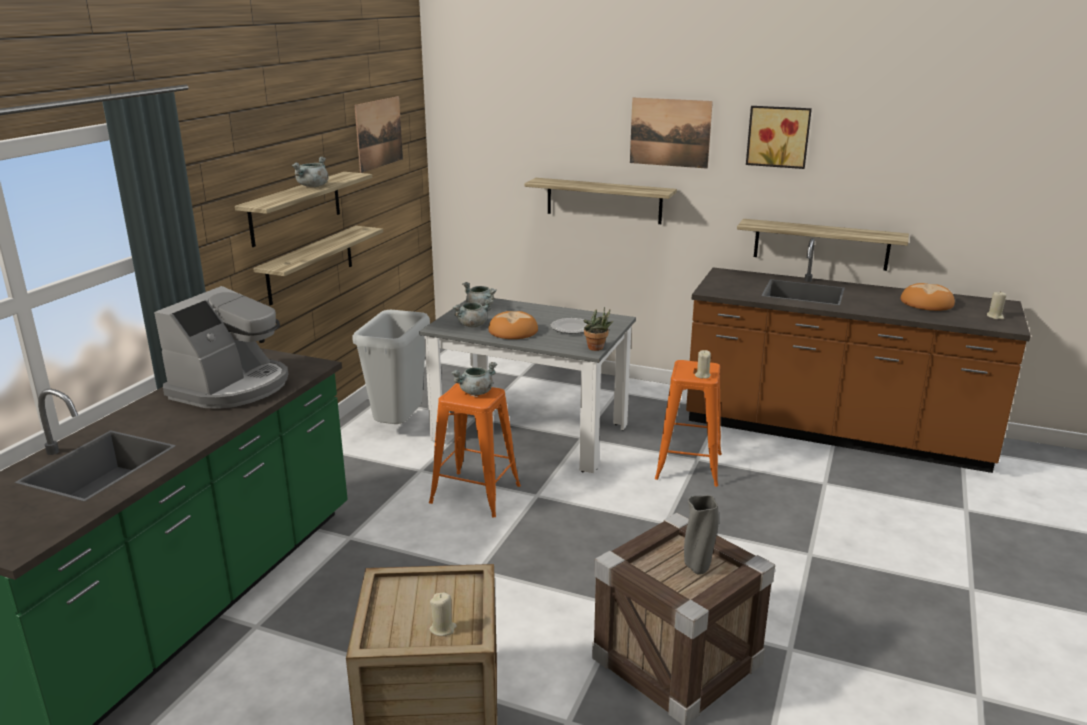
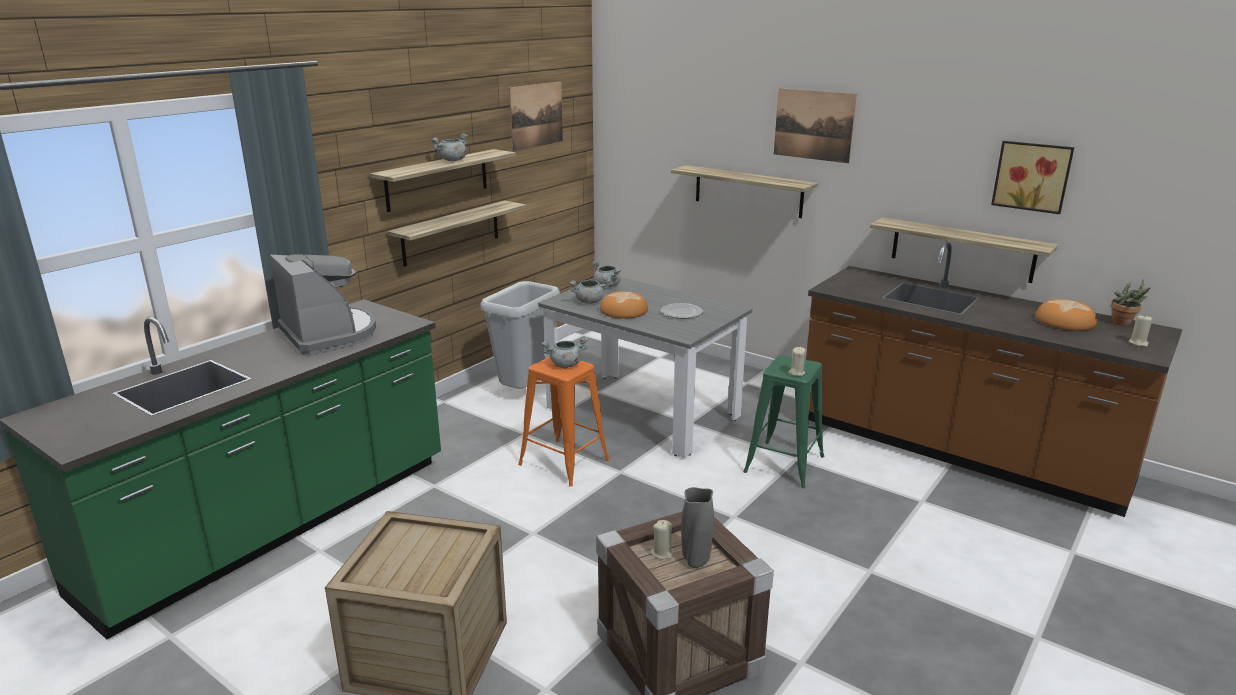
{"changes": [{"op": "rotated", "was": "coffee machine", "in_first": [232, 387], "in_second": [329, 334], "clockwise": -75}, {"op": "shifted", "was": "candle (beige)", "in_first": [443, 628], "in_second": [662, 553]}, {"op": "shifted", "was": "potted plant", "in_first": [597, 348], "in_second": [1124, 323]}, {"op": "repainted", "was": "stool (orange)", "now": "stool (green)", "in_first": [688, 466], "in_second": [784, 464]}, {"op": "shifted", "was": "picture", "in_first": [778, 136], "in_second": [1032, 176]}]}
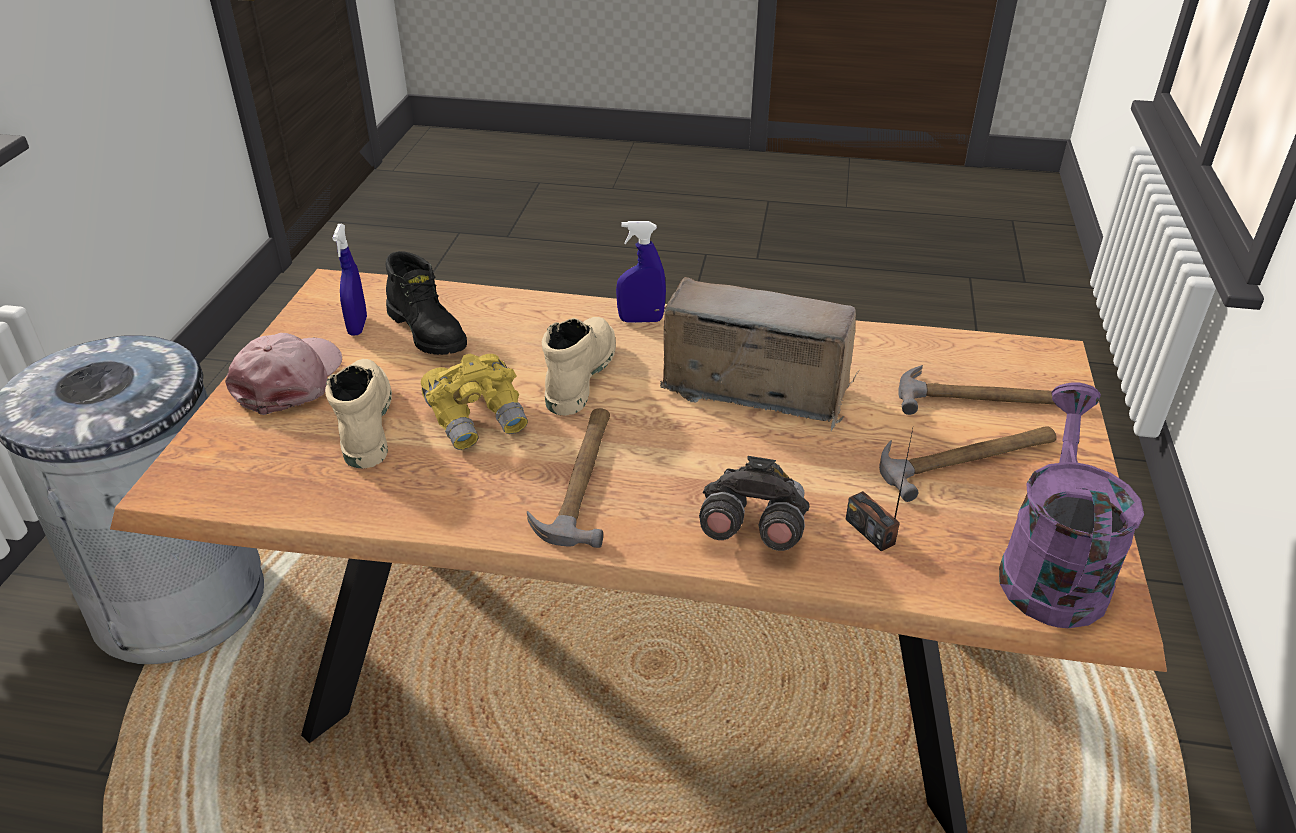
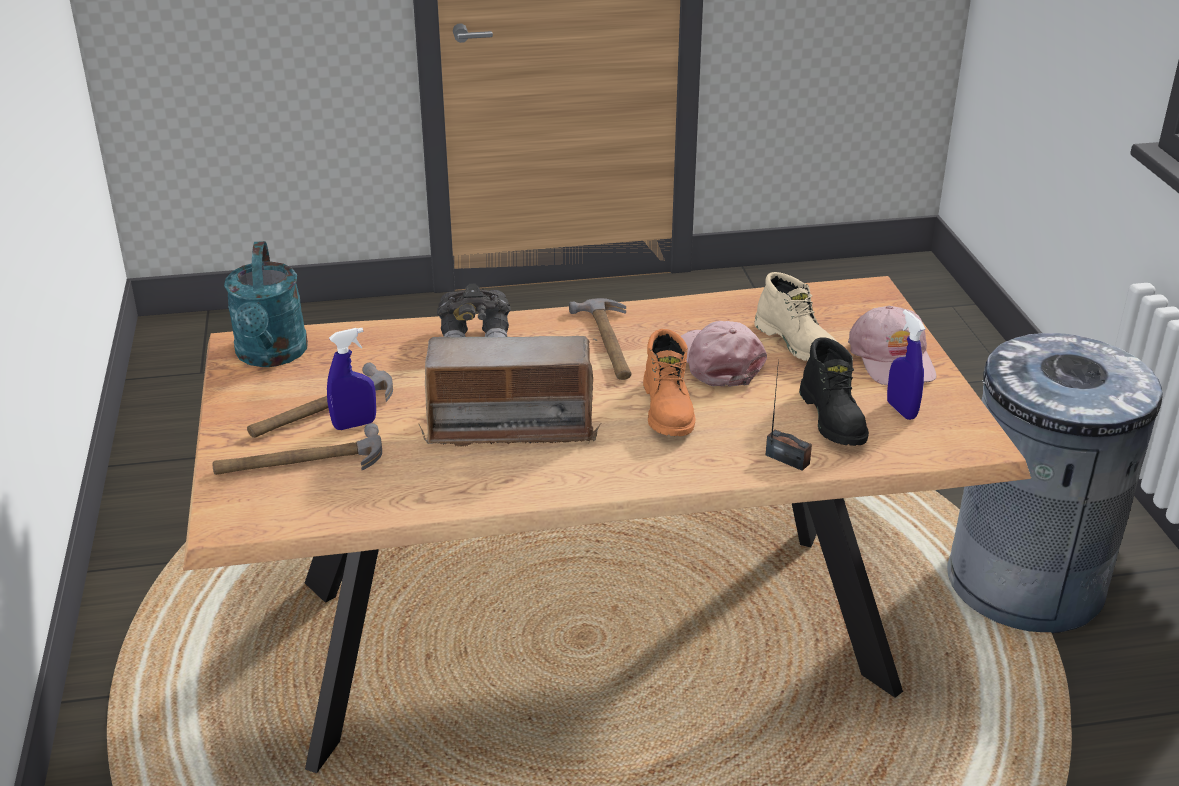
{"changes": [{"op": "rotated", "was": "boot (black)", "in_first": [429, 331], "in_second": [834, 419], "clockwise": -135}, {"op": "swapped", "was": "binoculars (yellow)", "now": "cap (pink)", "in_first": [478, 419], "in_second": [717, 362]}, {"op": "repainted", "was": "boot (beige)", "now": "boot (orange)", "in_first": [578, 374], "in_second": [669, 410]}, {"op": "shifted", "was": "spray bottle (blue)", "in_first": [641, 320], "in_second": [354, 424]}, {"op": "shifted", "was": "radio", "in_first": [870, 531], "in_second": [787, 459]}, {"op": "repainted", "was": "watering can (purple)", "now": "watering can (turquoise)", "in_first": [1050, 567], "in_second": [271, 356]}]}
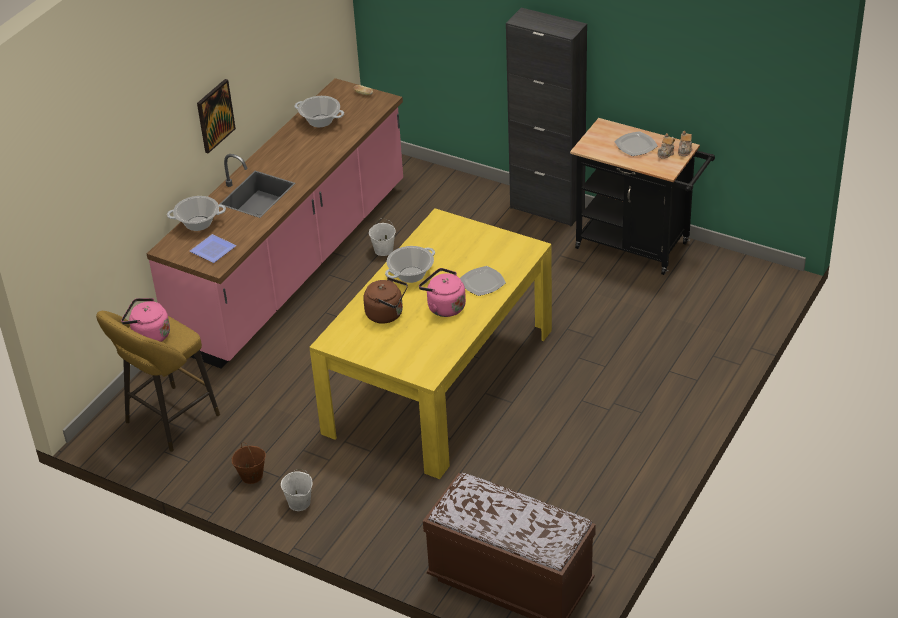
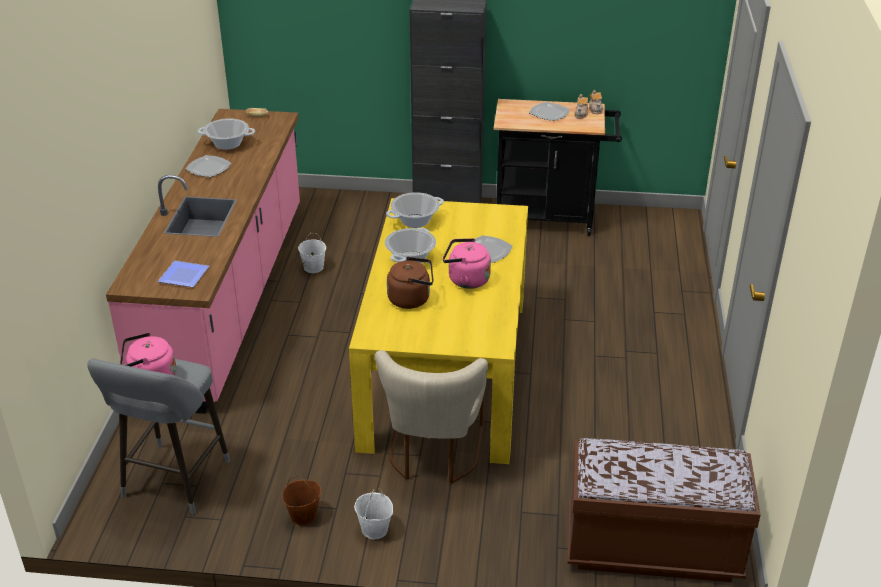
{"changes": [{"op": "repainted", "was": "stool (yellow)", "now": "stool (grey)", "in_first": [168, 421], "in_second": [173, 483]}, {"op": "shifted", "was": "cooking pot", "in_first": [198, 223], "in_second": [415, 221]}, {"op": "gone", "was": "picture", "in_first": [215, 115]}, {"op": "new", "now": "plate", "in_second": [208, 168]}, {"op": "new", "now": "chair (beige)", "in_second": [433, 455]}]}
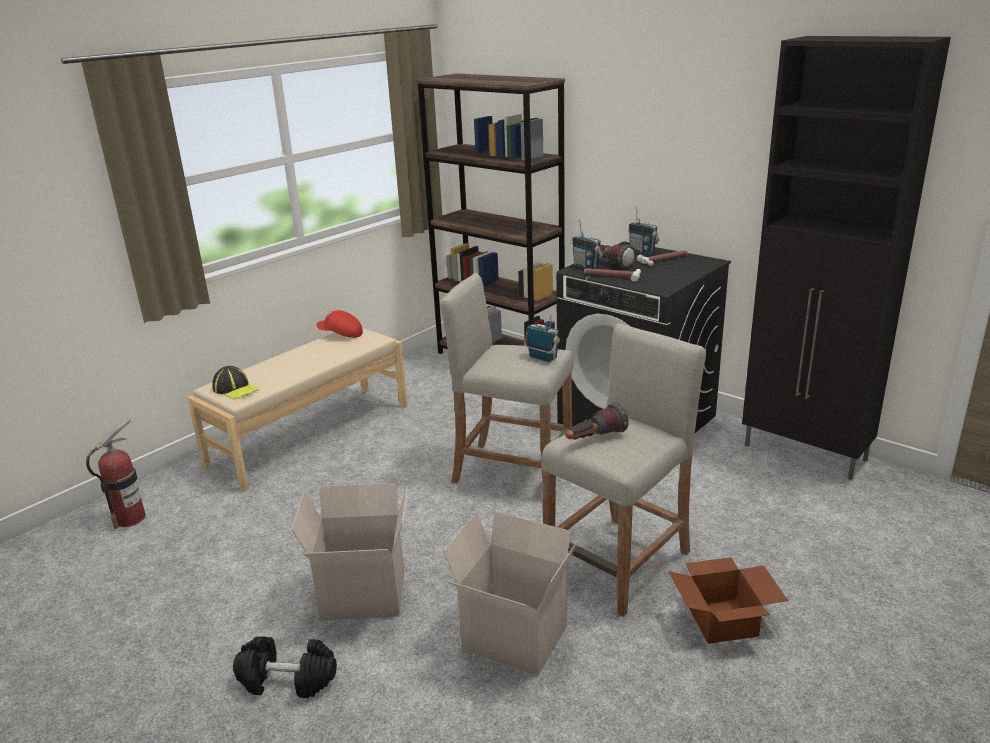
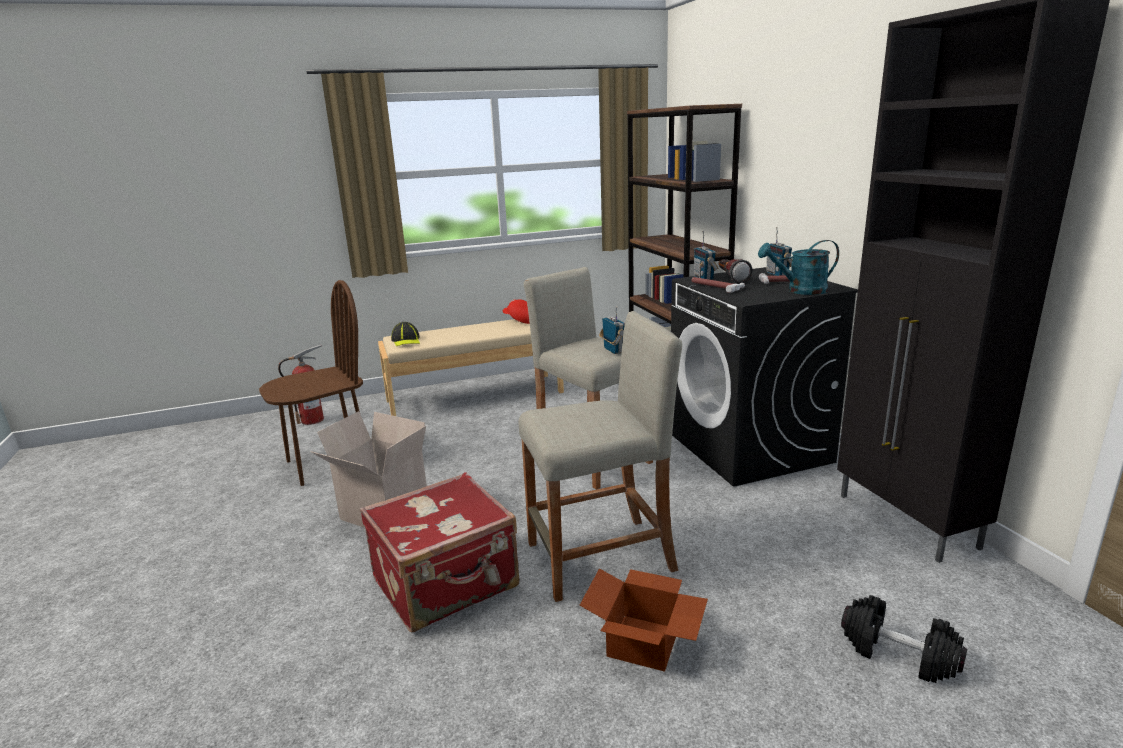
{"changes": [{"op": "shifted", "was": "dumbbell (black)", "in_first": [287, 681], "in_second": [898, 654]}, {"op": "swapped", "was": "cardboard box", "now": "suitcase (red)", "in_first": [512, 640], "in_second": [447, 584]}, {"op": "gone", "was": "flashlight", "in_first": [594, 439]}, {"op": "new", "now": "chair (brown)", "in_second": [328, 463]}, {"op": "new", "now": "watering can (turquoise)", "in_second": [800, 291]}]}
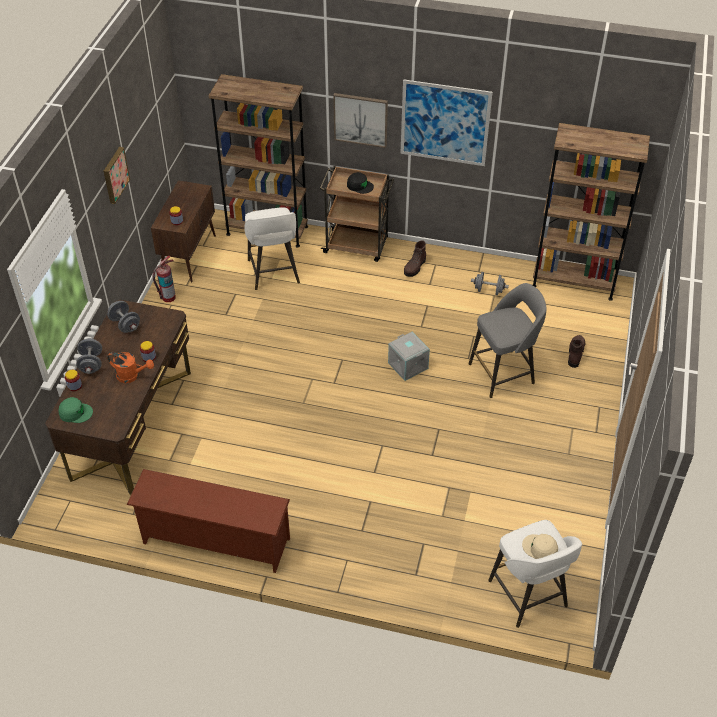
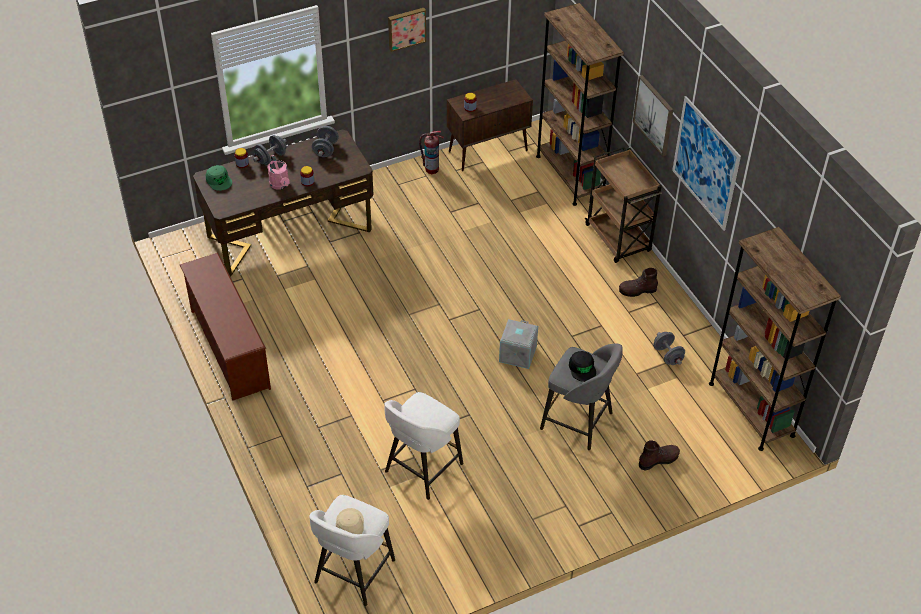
{"changes": [{"op": "repainted", "was": "watering can (orange)", "now": "watering can (pink)", "in_first": [131, 376], "in_second": [280, 185]}, {"op": "shifted", "was": "stool (white)", "in_first": [273, 273], "in_second": [422, 469]}, {"op": "shifted", "was": "cap (black)", "in_first": [360, 186], "in_second": [582, 368]}]}
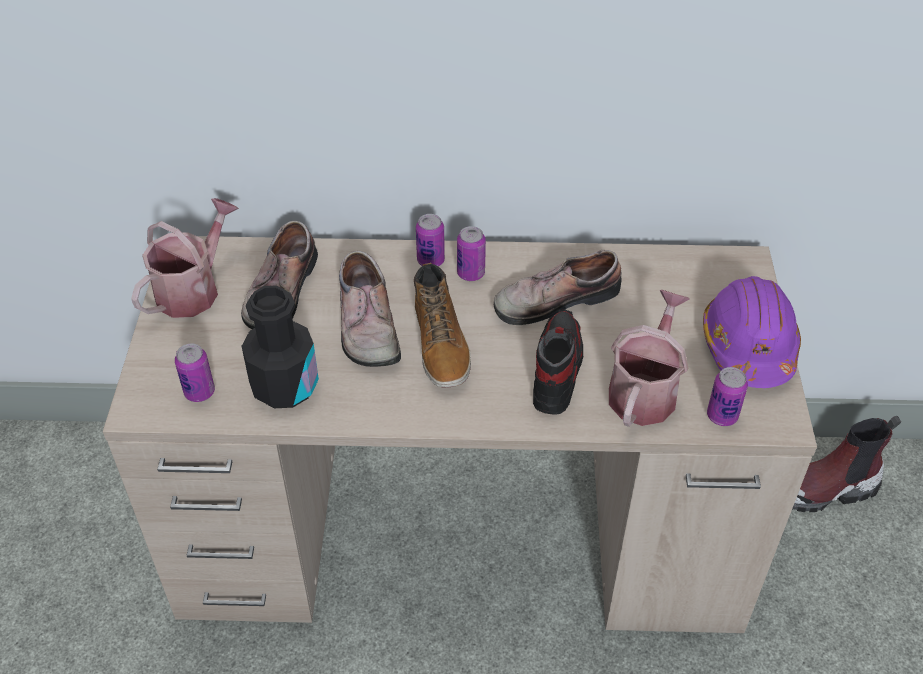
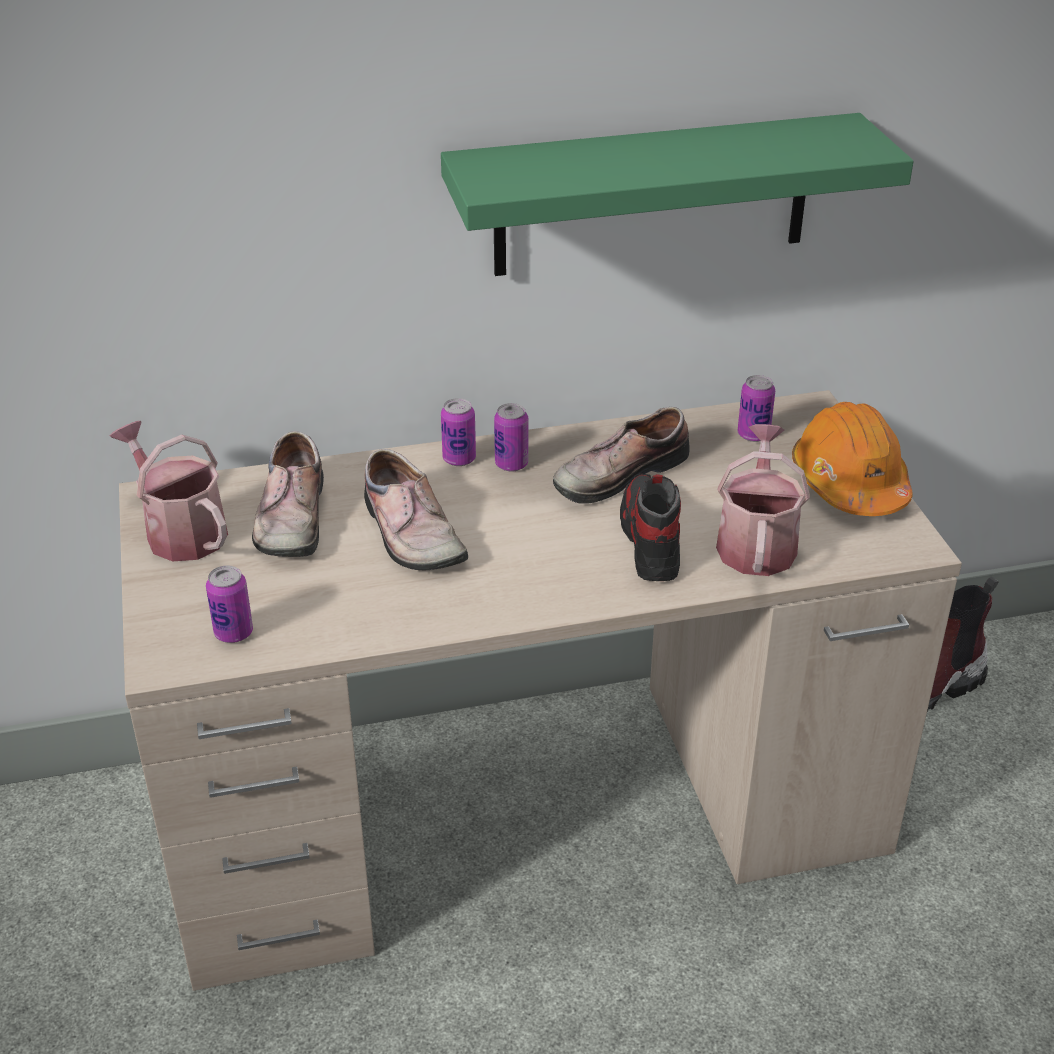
{"changes": [{"op": "rotated", "was": "watering can", "in_first": [193, 289], "in_second": [180, 531], "clockwise": -60}, {"op": "gone", "was": "bottle (black)", "in_first": [285, 386]}, {"op": "gone", "was": "boot", "in_first": [441, 345]}, {"op": "repainted", "was": "hard hat (purple)", "now": "hard hat (orange)", "in_first": [748, 346], "in_second": [849, 483]}, {"op": "shifted", "was": "can", "in_first": [722, 416], "in_second": [753, 435]}, {"op": "new", "now": "shelf (green)", "in_second": [652, 195]}]}
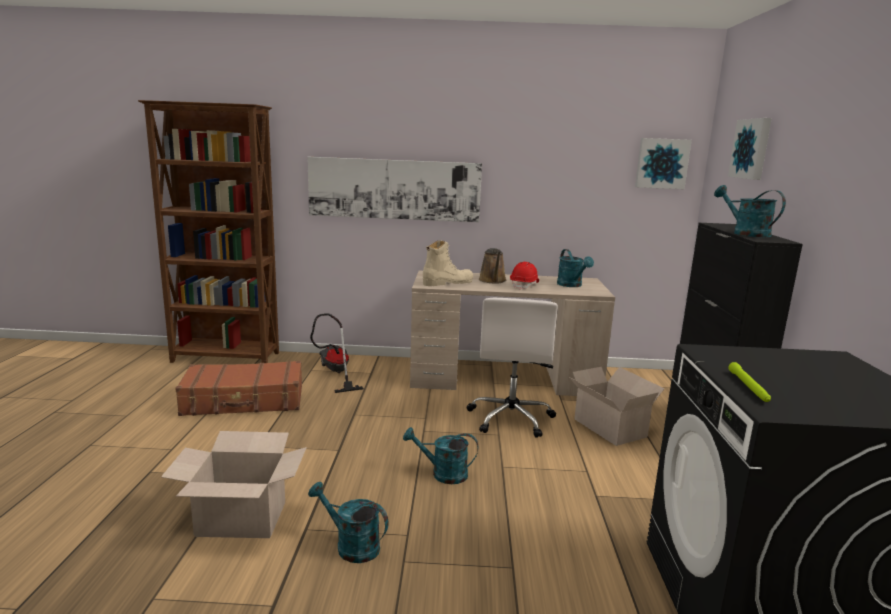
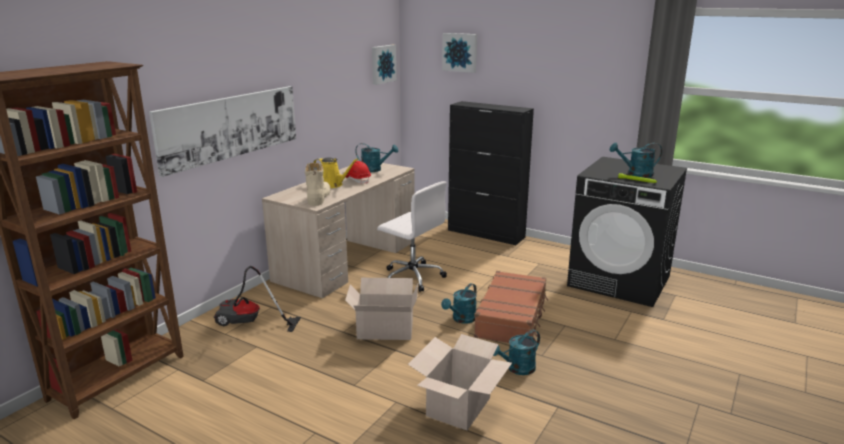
{"changes": [{"op": "shifted", "was": "suitcase (brown)", "in_first": [244, 401], "in_second": [512, 317]}, {"op": "repainted", "was": "watering can (brown)", "now": "watering can (yellow)", "in_first": [493, 281], "in_second": [332, 185]}, {"op": "shifted", "was": "cardboard box", "in_first": [608, 427], "in_second": [383, 329]}, {"op": "shifted", "was": "watering can (turquoise)", "in_first": [745, 233], "in_second": [635, 174]}]}
